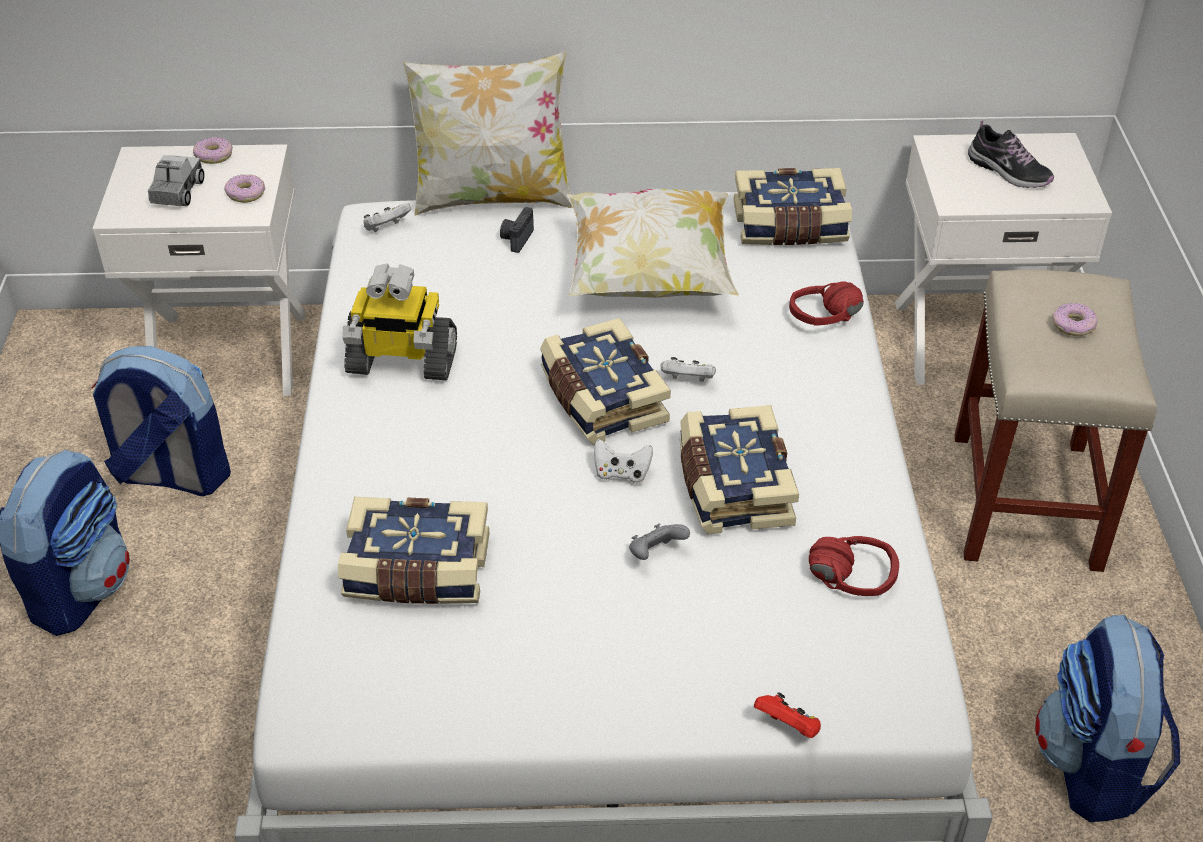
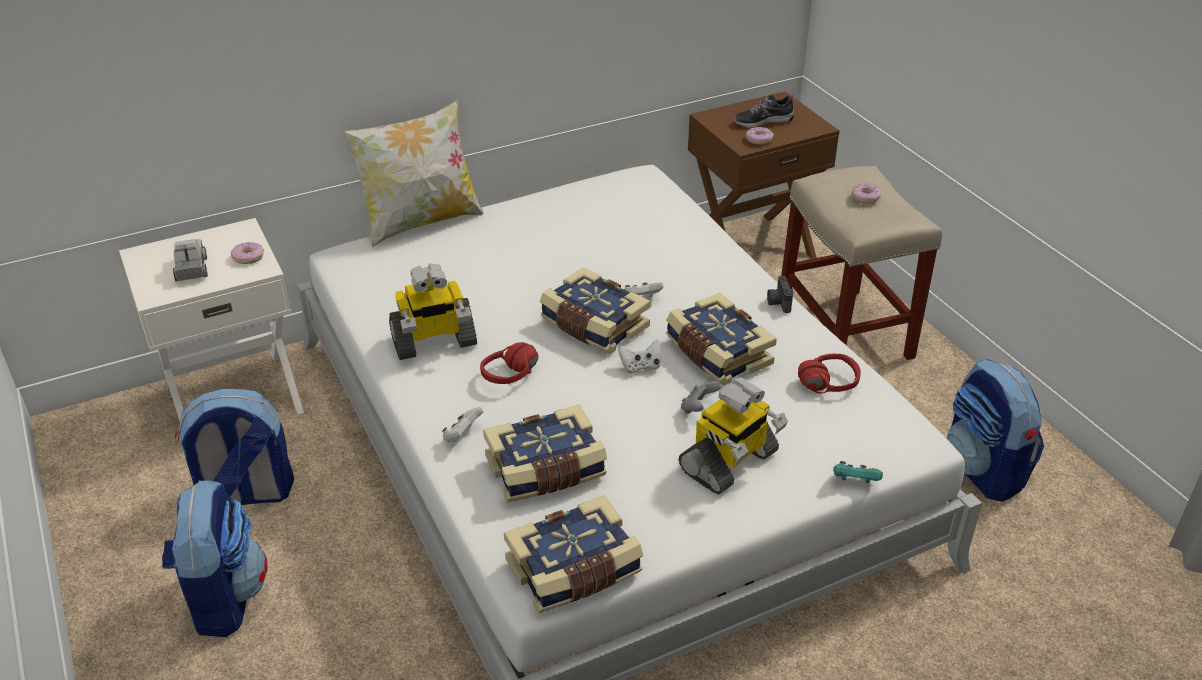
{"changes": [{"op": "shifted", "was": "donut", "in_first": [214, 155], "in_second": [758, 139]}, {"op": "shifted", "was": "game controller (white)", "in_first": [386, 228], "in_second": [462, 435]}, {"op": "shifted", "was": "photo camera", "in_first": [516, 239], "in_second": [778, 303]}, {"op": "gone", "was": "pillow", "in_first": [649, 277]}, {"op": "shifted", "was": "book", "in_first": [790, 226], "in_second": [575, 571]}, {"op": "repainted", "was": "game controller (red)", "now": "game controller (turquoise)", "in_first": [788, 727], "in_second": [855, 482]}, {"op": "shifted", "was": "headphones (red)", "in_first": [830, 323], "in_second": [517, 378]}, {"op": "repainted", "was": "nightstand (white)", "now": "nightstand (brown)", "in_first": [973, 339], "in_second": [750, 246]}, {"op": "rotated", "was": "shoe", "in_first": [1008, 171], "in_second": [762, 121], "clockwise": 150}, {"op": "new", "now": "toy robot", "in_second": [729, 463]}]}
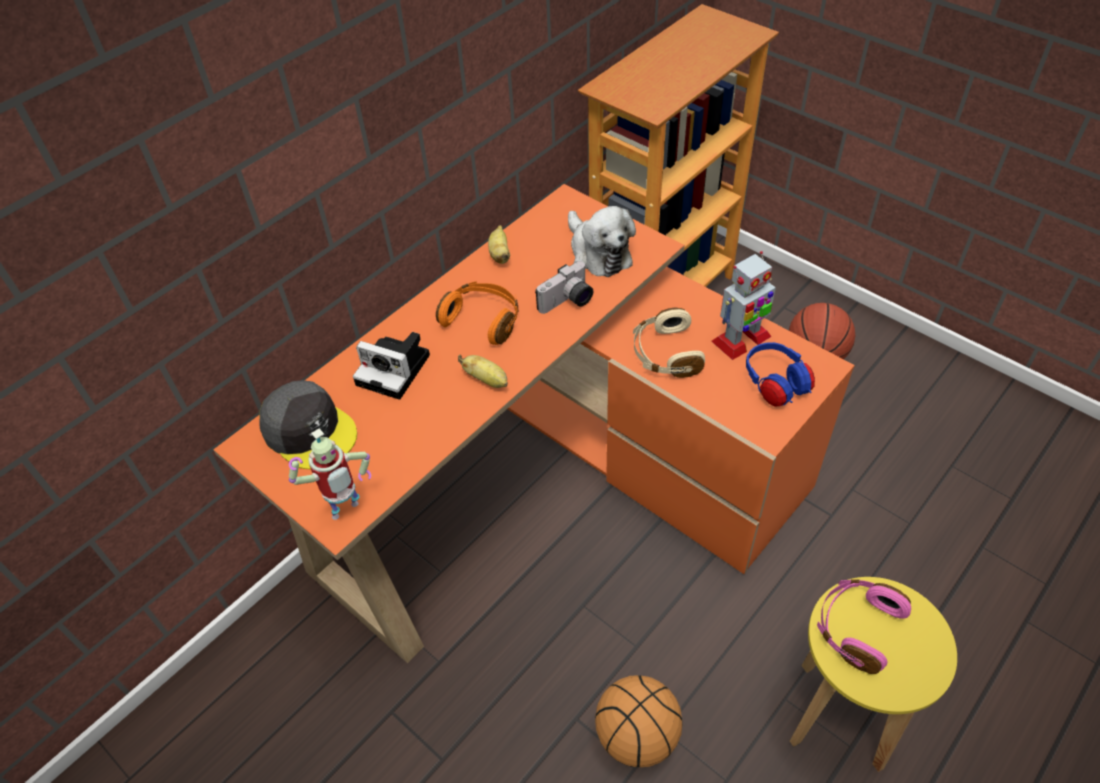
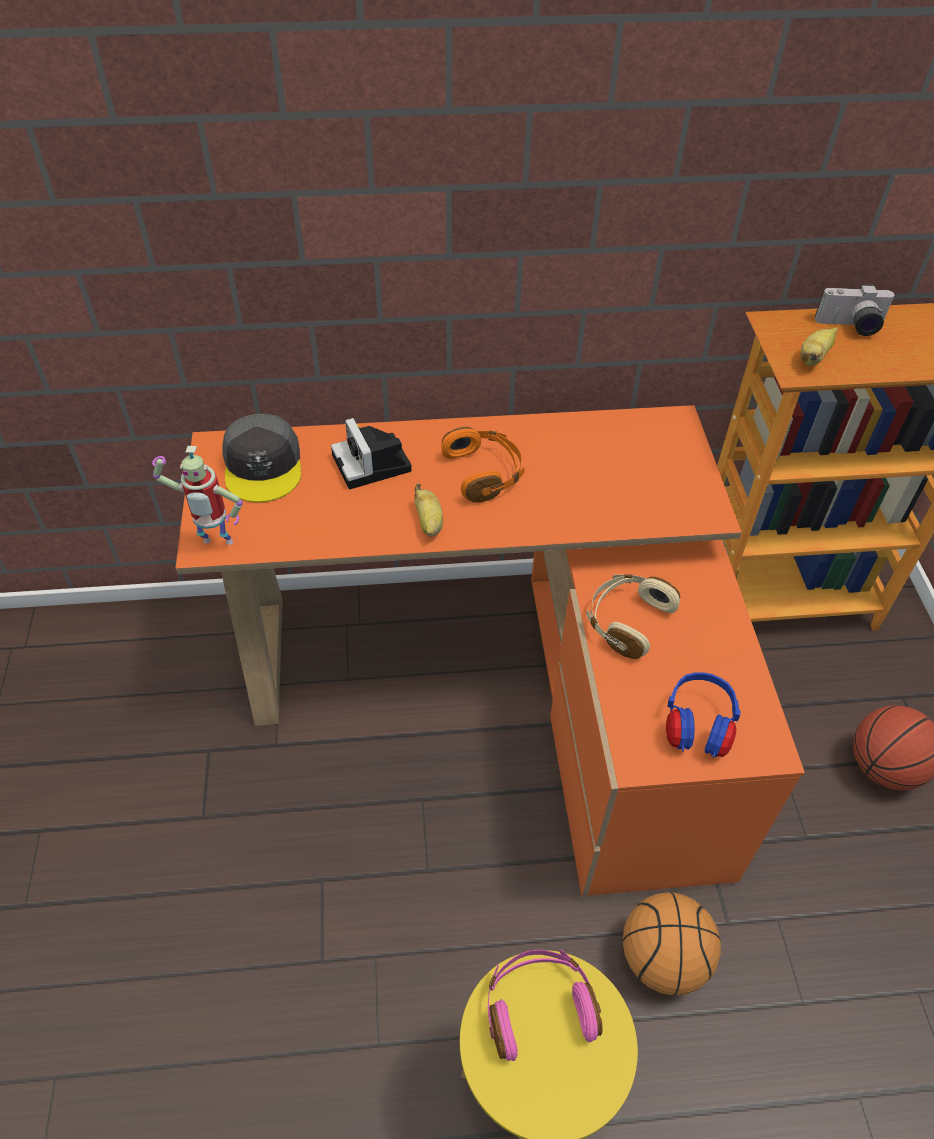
{"changes": [{"op": "shifted", "was": "banana", "in_first": [500, 254], "in_second": [814, 357]}, {"op": "shifted", "was": "photo camera", "in_first": [568, 302], "in_second": [851, 327]}, {"op": "gone", "was": "plush toy", "in_first": [598, 253]}, {"op": "shifted", "was": "basketball", "in_first": [635, 735], "in_second": [662, 957]}, {"op": "gone", "was": "toy robot", "in_first": [740, 339]}]}
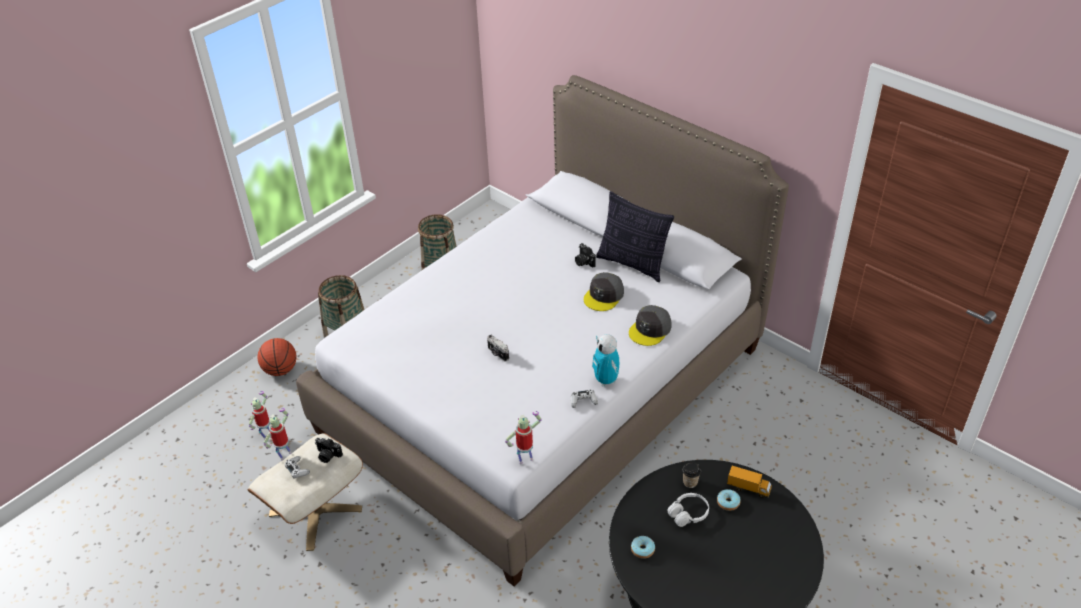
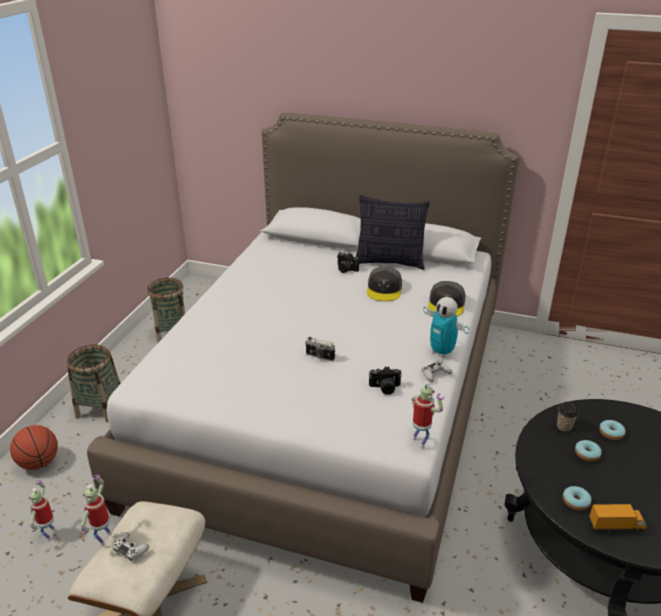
{"changes": [{"op": "shifted", "was": "photo camera", "in_first": [327, 455], "in_second": [385, 388]}, {"op": "rotated", "was": "toy robot", "in_first": [525, 459], "in_second": [421, 442], "clockwise": 105}, {"op": "swapped", "was": "headphones (white)", "now": "donut", "in_first": [688, 514], "in_second": [587, 454]}, {"op": "shifted", "was": "toy truck", "in_first": [748, 488], "in_second": [616, 527]}]}
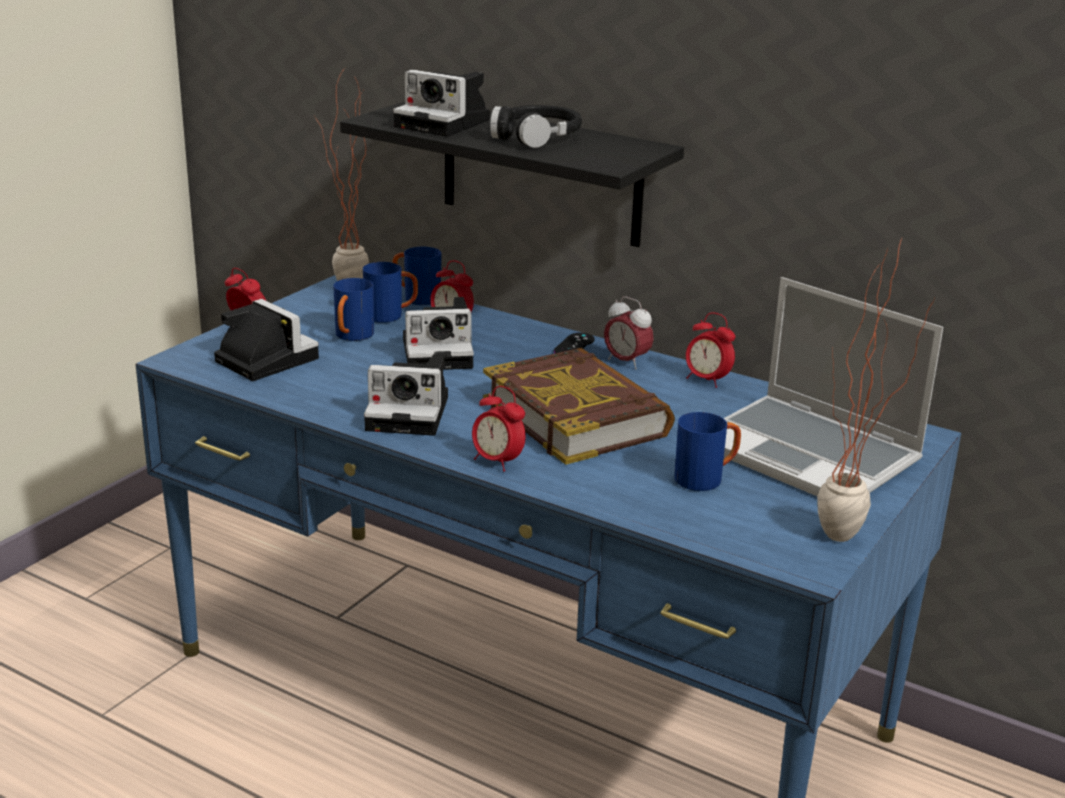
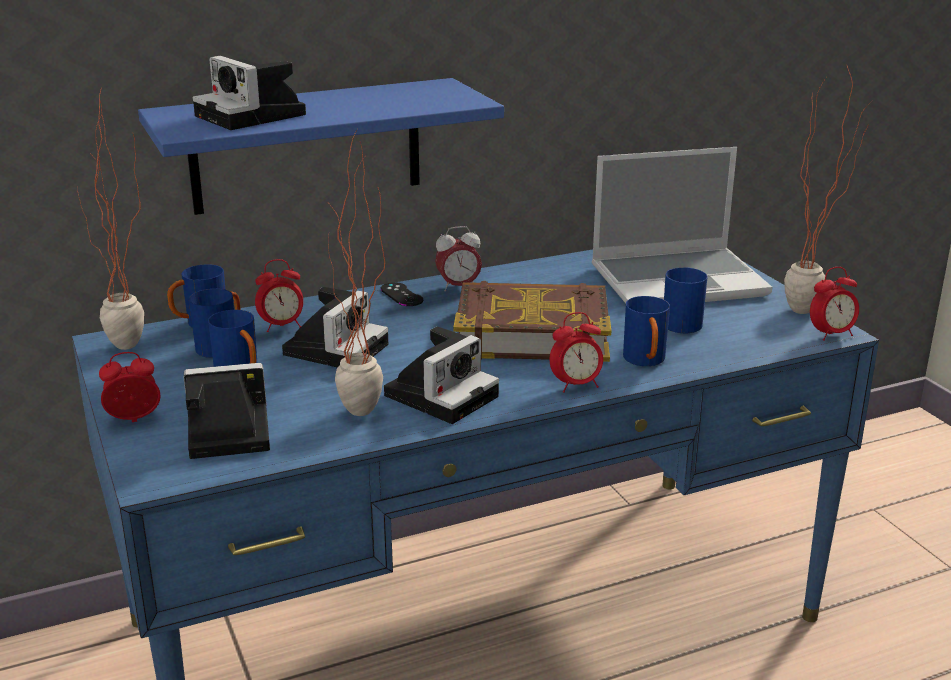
{"changes": [{"op": "repainted", "was": "shelf (black)", "now": "shelf (blue)", "in_first": [541, 173], "in_second": [306, 146]}, {"op": "rotated", "was": "photo camera", "in_first": [446, 123], "in_second": [254, 116], "clockwise": 75}, {"op": "gone", "was": "headphones (black)", "in_first": [537, 137]}, {"op": "shifted", "was": "alarm clock", "in_first": [707, 380], "in_second": [831, 334]}, {"op": "new", "now": "potted plant", "in_second": [362, 419]}, {"op": "new", "now": "mug (blue)", "in_second": [646, 362]}]}
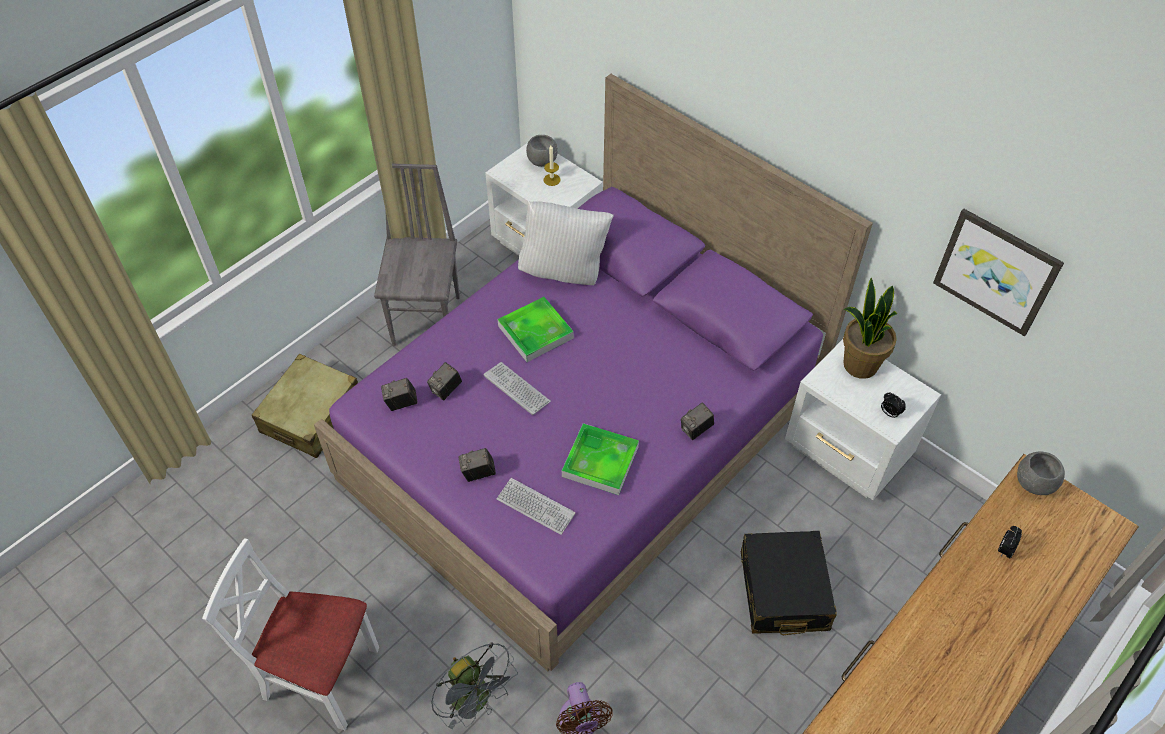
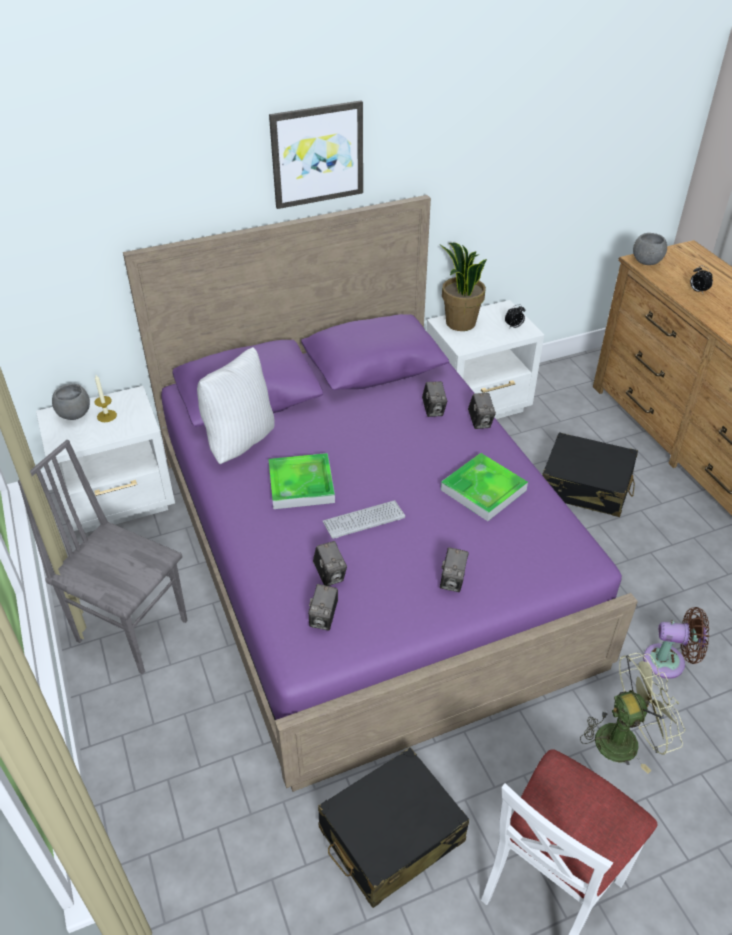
{"changes": [{"op": "gone", "was": "suitcase (beige)", "in_first": [312, 415]}, {"op": "repainted", "was": "fan (grey)", "now": "fan (green)", "in_first": [476, 701], "in_second": [625, 739]}, {"op": "gone", "was": "keyboard", "in_first": [535, 507]}, {"op": "shifted", "was": "picture", "in_first": [996, 271], "in_second": [317, 154]}, {"op": "new", "now": "suitcase (black)", "in_second": [391, 835]}, {"op": "new", "now": "photo camera", "in_second": [433, 410]}]}
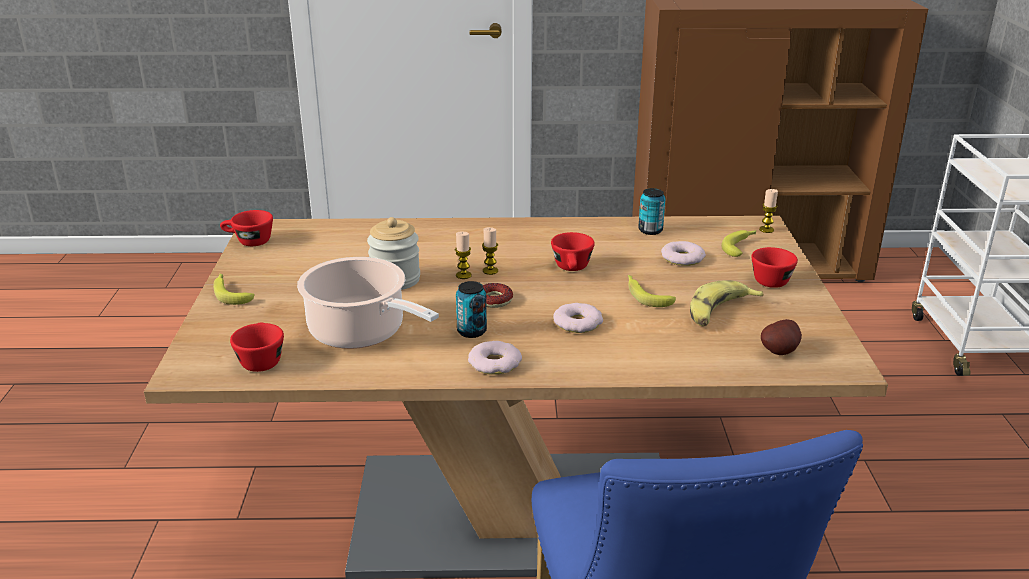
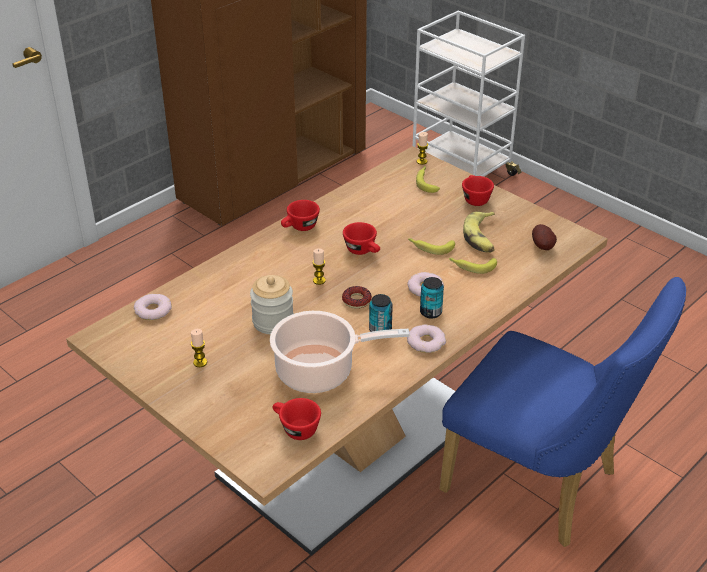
{"changes": [{"op": "shifted", "was": "banana", "in_first": [231, 293], "in_second": [472, 266]}, {"op": "shifted", "was": "cup (red)", "in_first": [248, 242], "in_second": [300, 228]}, {"op": "shifted", "was": "candle", "in_first": [463, 275], "in_second": [200, 362]}, {"op": "shifted", "was": "can", "in_first": [650, 230], "in_second": [430, 312]}, {"op": "shifted", "was": "donut", "in_first": [682, 258], "in_second": [153, 310]}]}
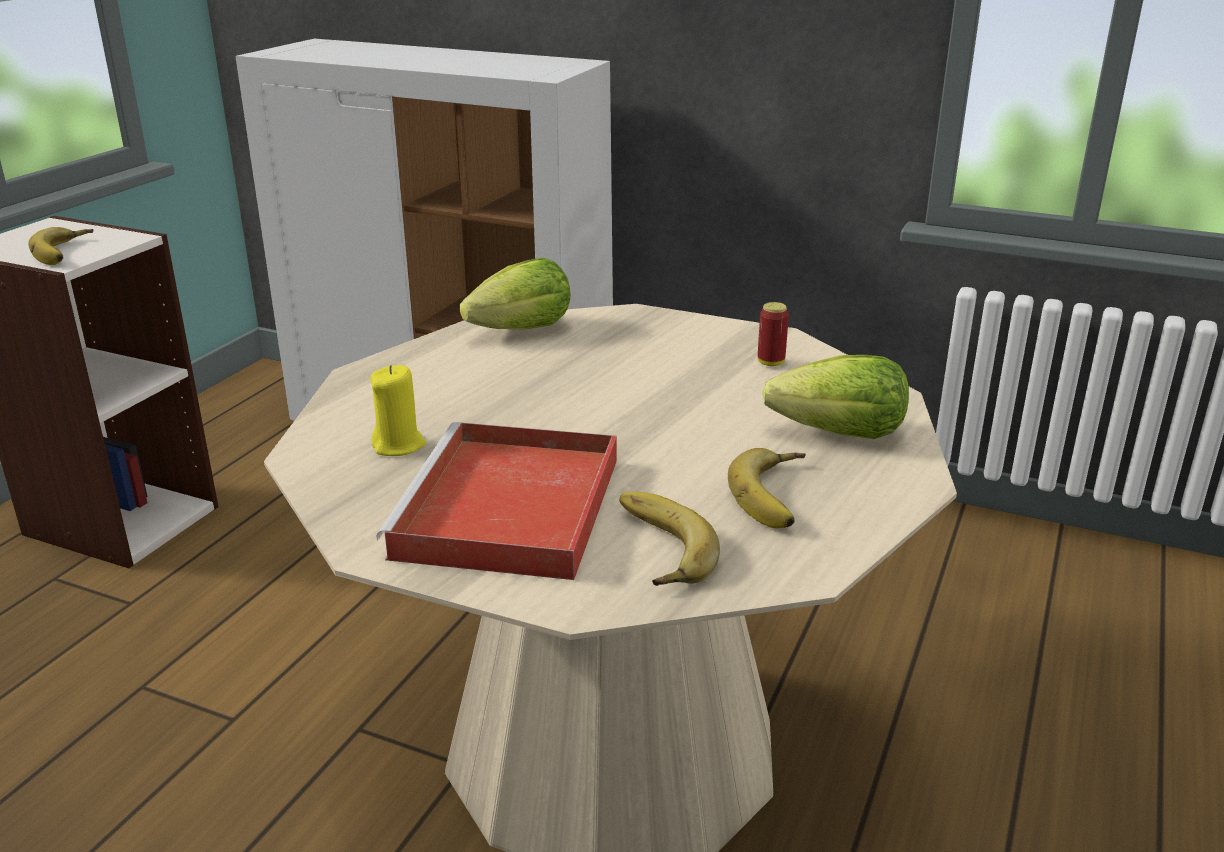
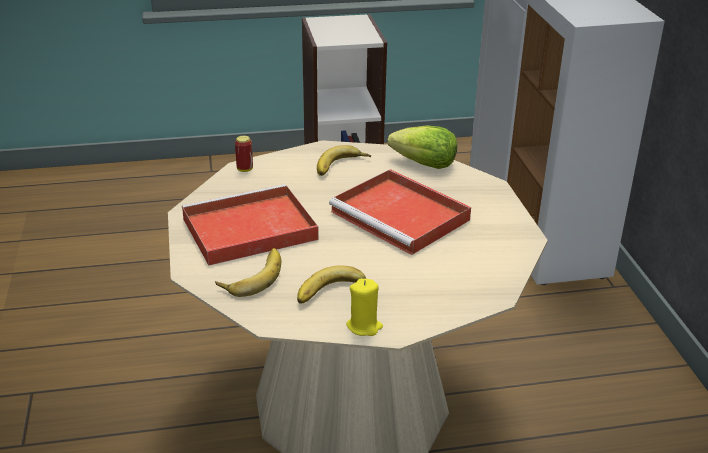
{"changes": [{"op": "shifted", "was": "banana", "in_first": [67, 252], "in_second": [341, 167]}, {"op": "shifted", "was": "candle (yellow)", "in_first": [399, 445], "in_second": [364, 326]}, {"op": "shifted", "was": "can", "in_first": [770, 362], "in_second": [245, 169]}, {"op": "gone", "was": "lettuce", "in_first": [840, 434]}, {"op": "new", "now": "tray (red)", "in_second": [402, 216]}]}
